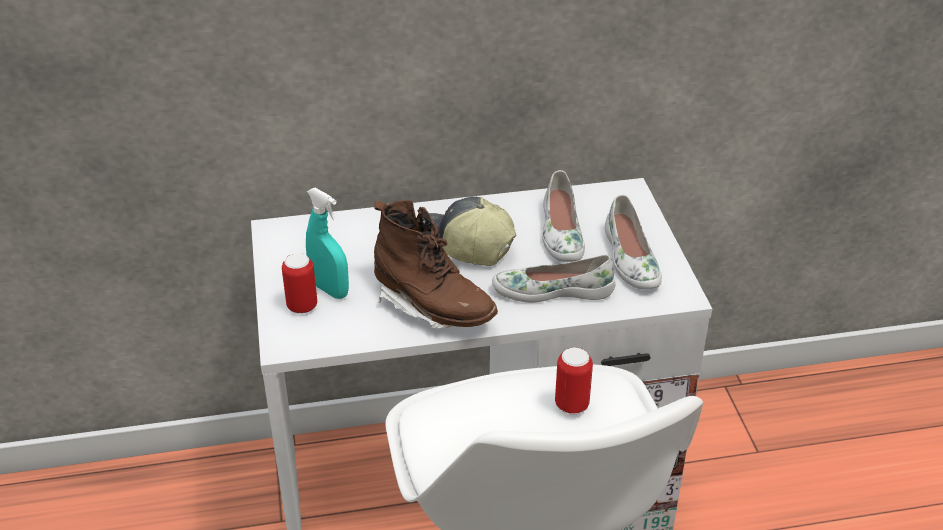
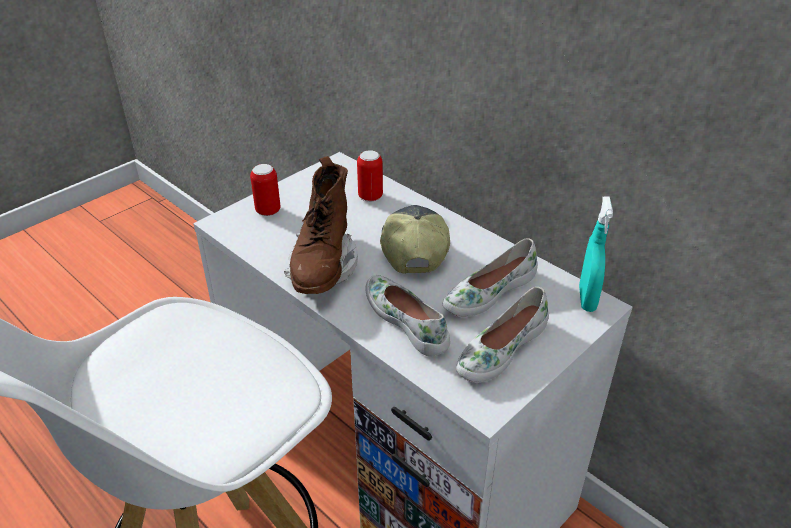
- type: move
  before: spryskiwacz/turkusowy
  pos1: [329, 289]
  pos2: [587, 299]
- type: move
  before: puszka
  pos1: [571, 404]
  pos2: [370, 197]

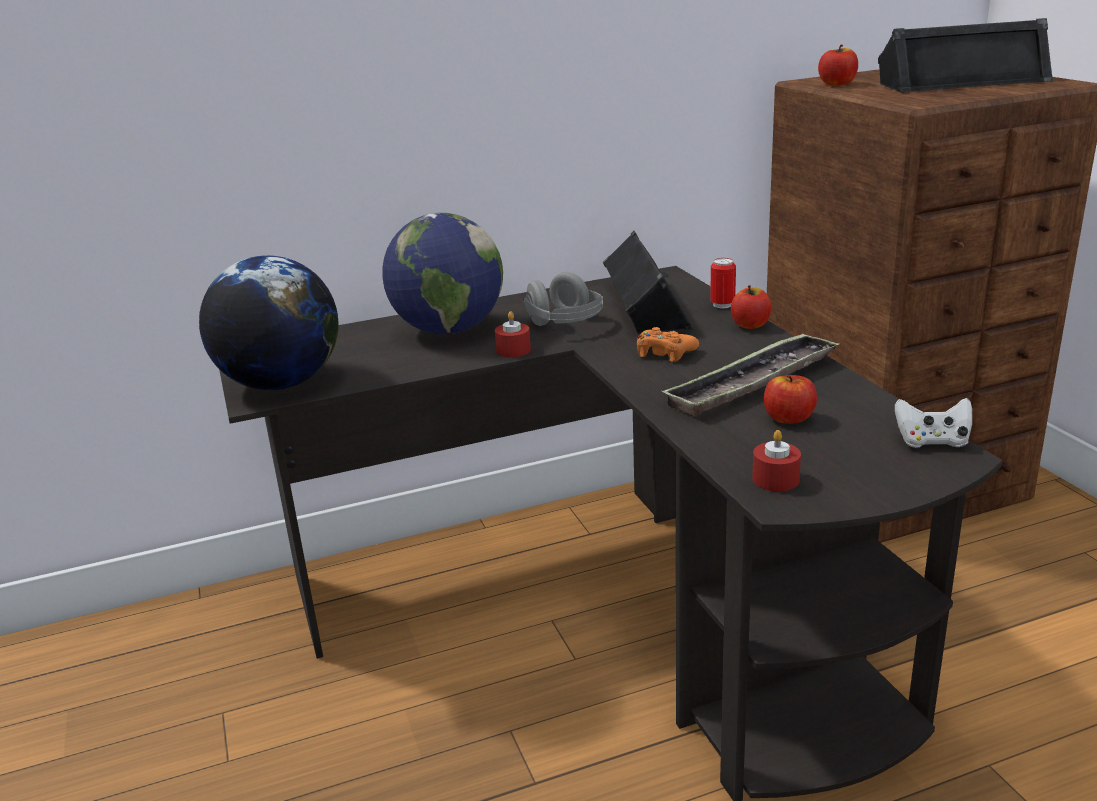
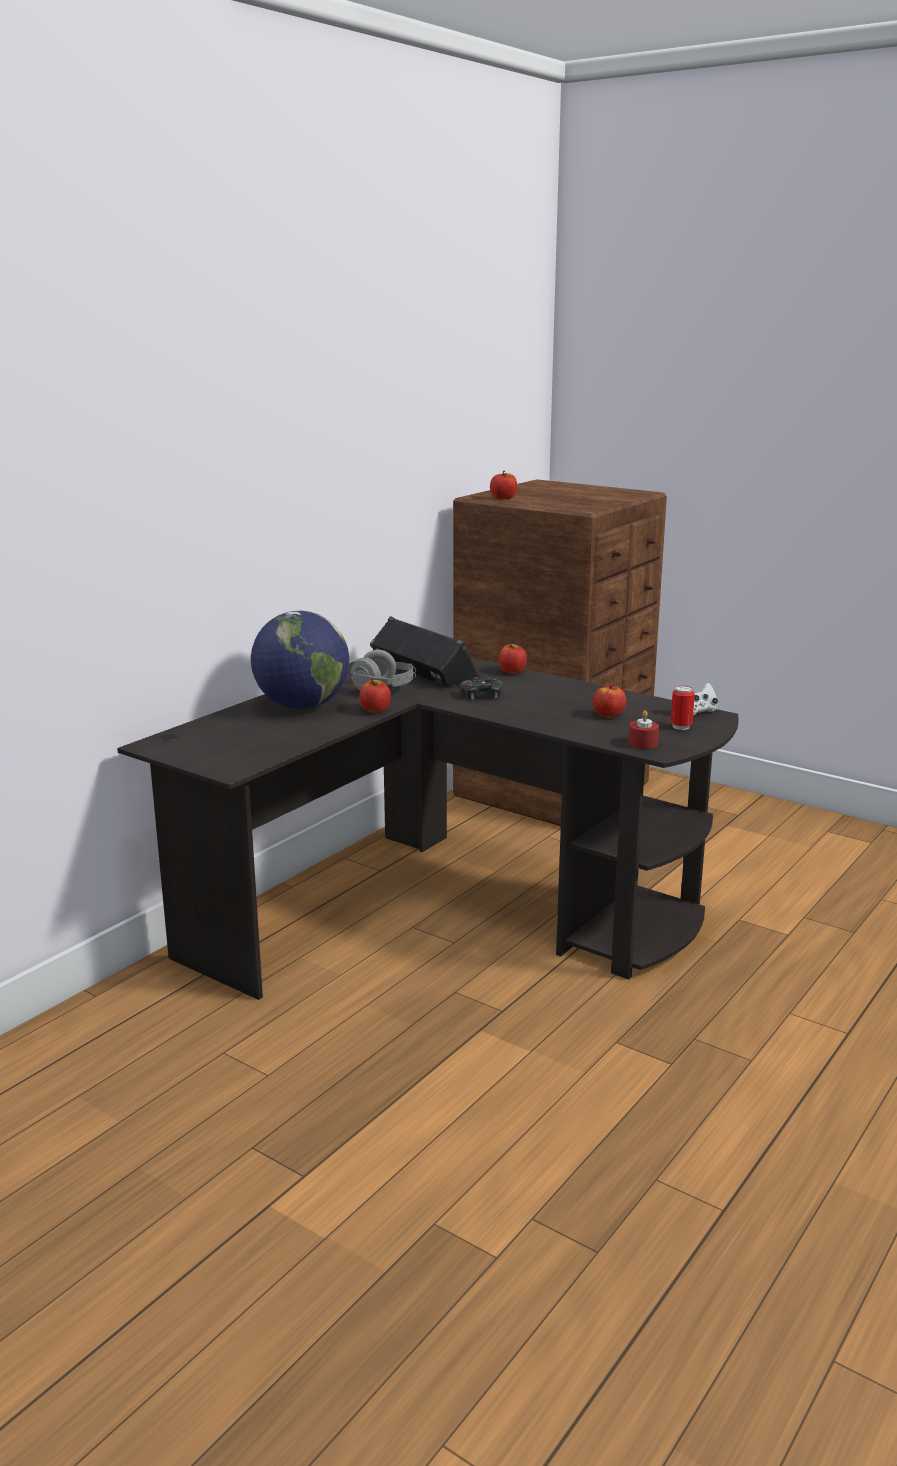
- type: delete
  before: globus
  pos1: [280, 384]
- type: replace
  before: świeca/czerwony
  after: jabłko
  pos1: [513, 350]
  pos2: [375, 710]
- type: recolor
  before: pad do gier/pomarańczowy
  after: pad do gier/czarny
  pos1: [664, 353]
  pos2: [482, 695]
- type: delete
  before: taca
  pos1: [752, 383]
- type: move
  before: puszka
  pos1: [722, 305]
  pos2: [681, 727]
- type: delete
  before: głośnik/czarny
  pos1: [961, 82]

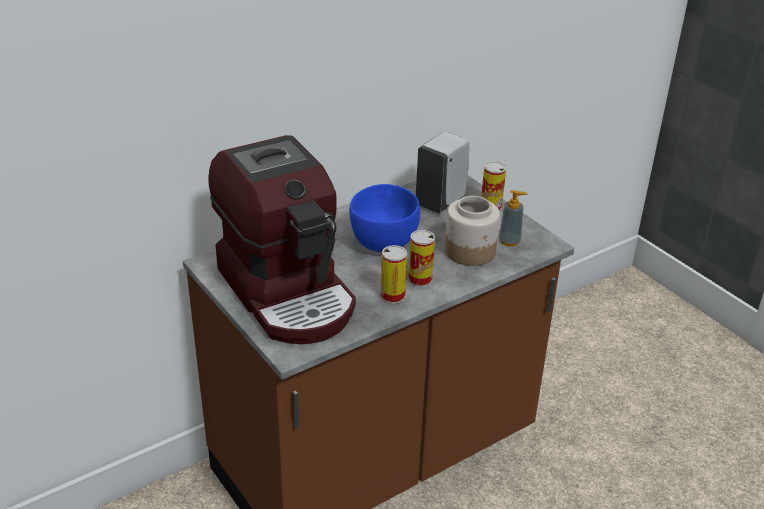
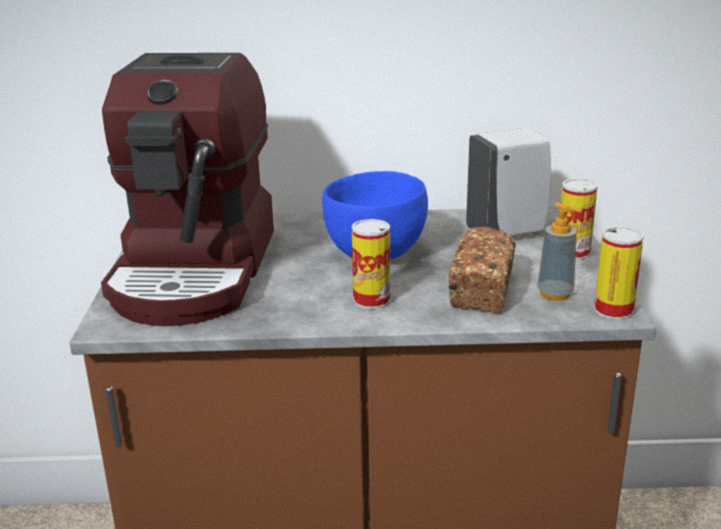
- type: move
  before: puszka
  pos1: [392, 296]
  pos2: [613, 310]
- type: replace
  before: słoik
  after: chleb
  pos1: [470, 251]
  pos2: [482, 290]

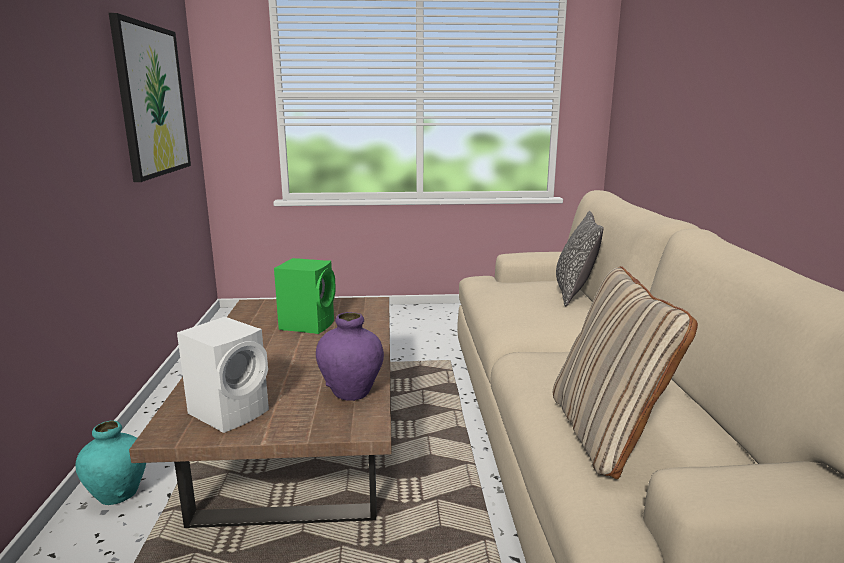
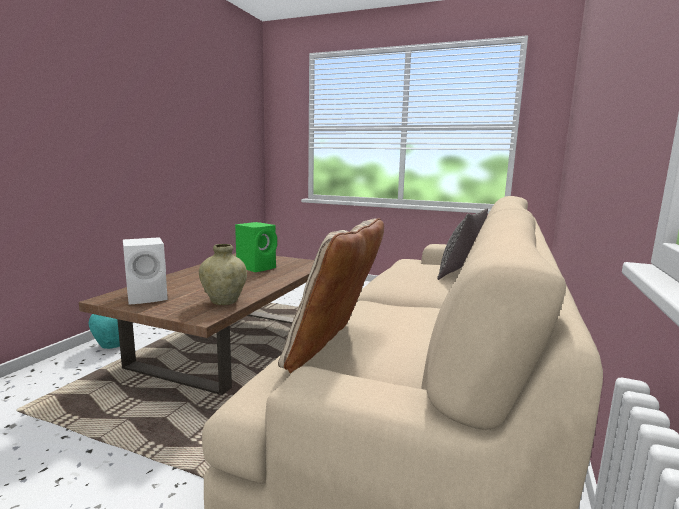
- type: delete
  before: obraz
  pos1: [152, 101]
- type: recolor
  before: wazon/fioletowy
  after: wazon/beżowy
  pos1: [351, 393]
  pos2: [224, 301]

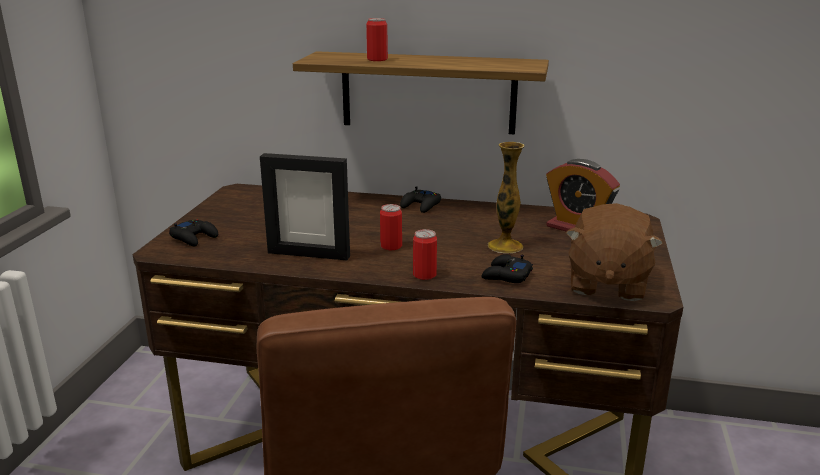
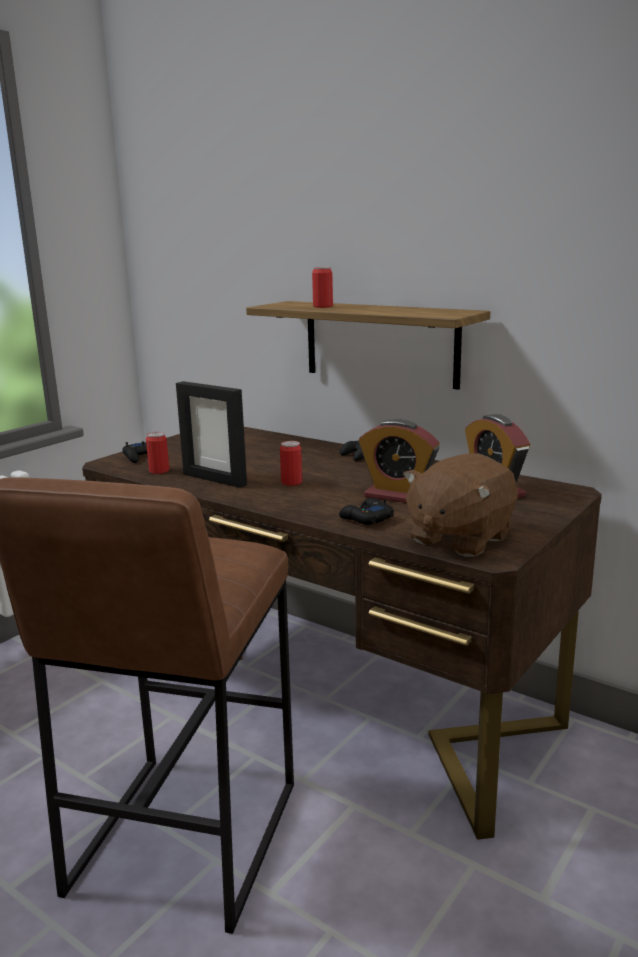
- type: move
  before: puszka
  pos1: [424, 275]
  pos2: [159, 471]
- type: replace
  before: wazon
  after: budzik
  pos1: [505, 246]
  pos2: [398, 496]

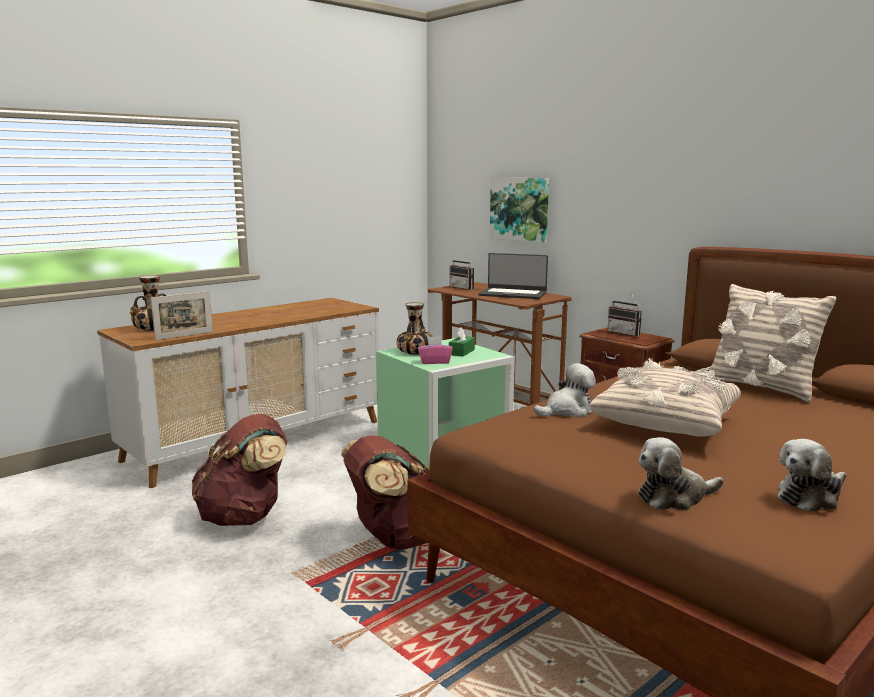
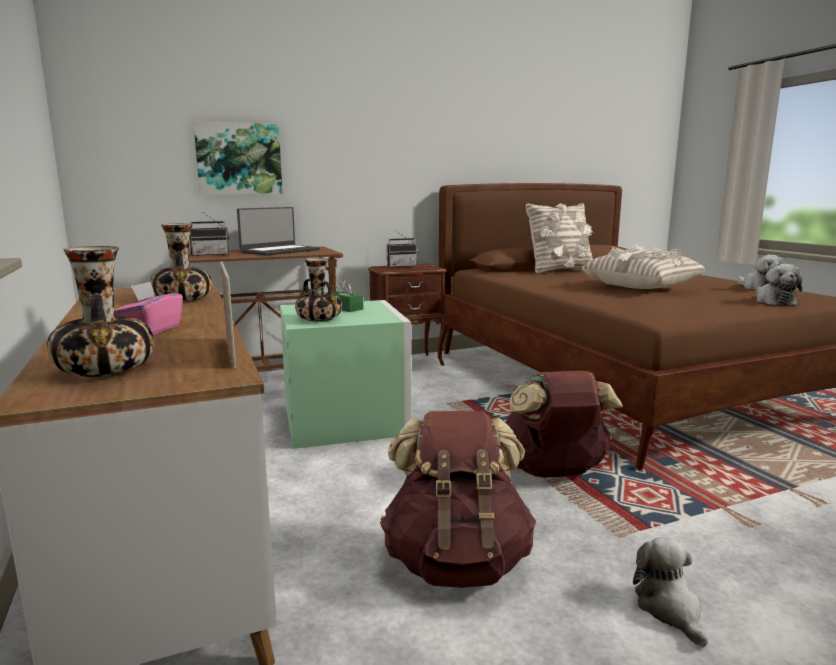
- type: move
  before: pudełko chusteczek/różowy
  pos1: [434, 362]
  pos2: [151, 330]
- type: move
  before: pluszak
  pos1: [567, 411]
  pos2: [670, 609]
- type: insert
  after: wazon
  pos2: [183, 299]

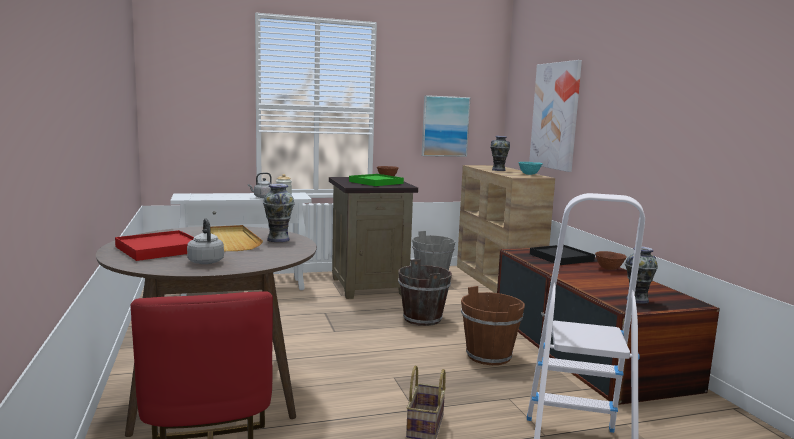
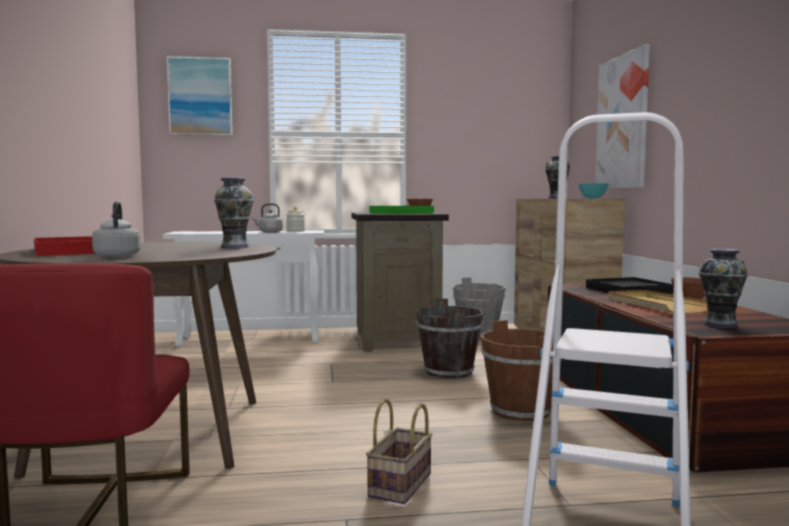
- type: move
  before: taca/beżowy
  pos1: [230, 241]
  pos2: [656, 305]
- type: move
  before: obraz
  pos1: [445, 126]
  pos2: [200, 97]

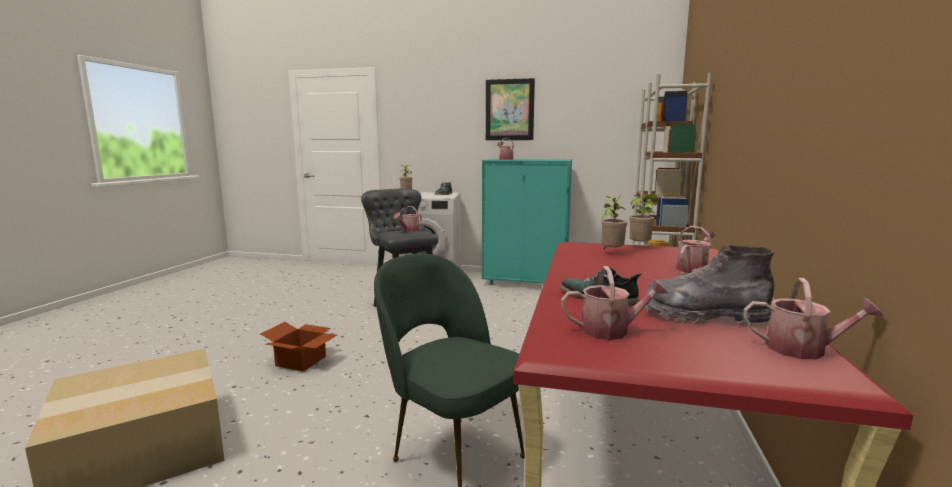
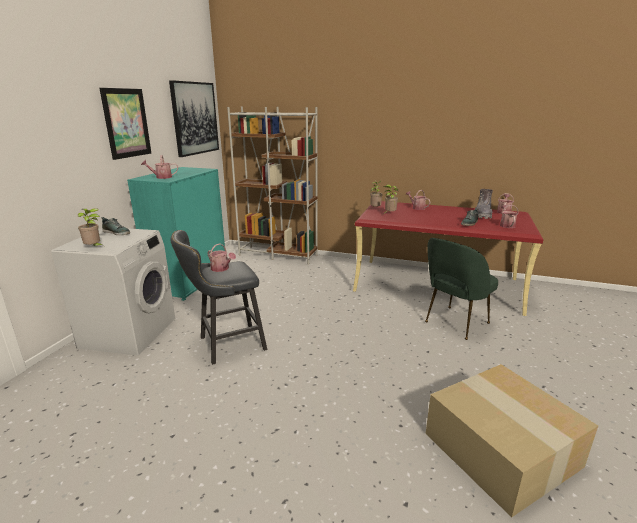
- type: delete
  before: karton
  pos1: [301, 362]
- type: insert
  after: obraz
  pos2: [195, 118]

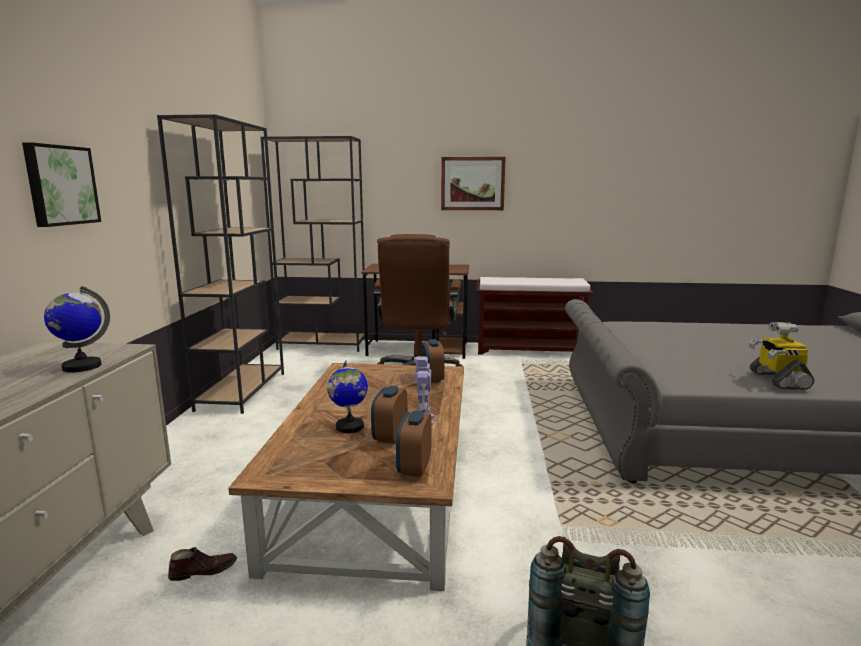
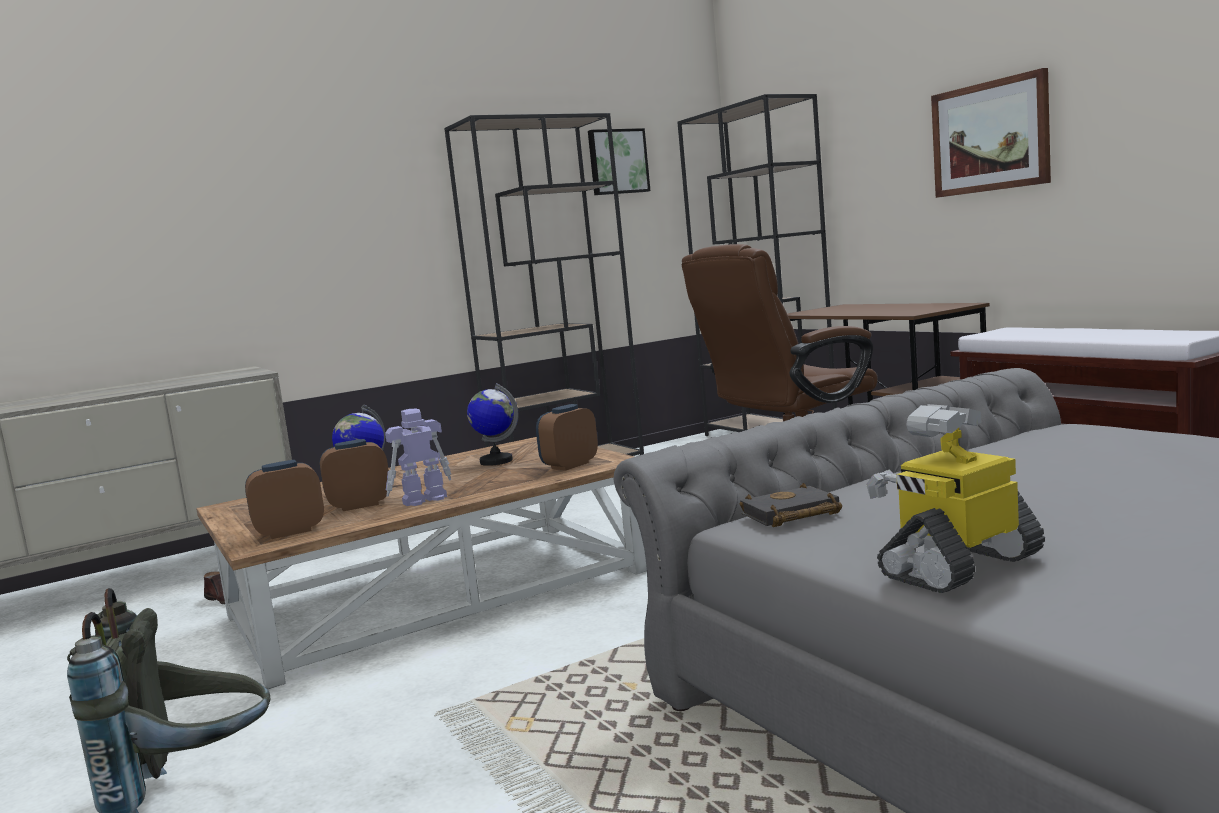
- type: move
  before: obraz
  pos1: [60, 185]
  pos2: [617, 162]
- type: move
  before: globus
  pos1: [81, 366]
  pos2: [496, 461]
- type: insert
  after: książka/czarny
  pos2: [790, 515]

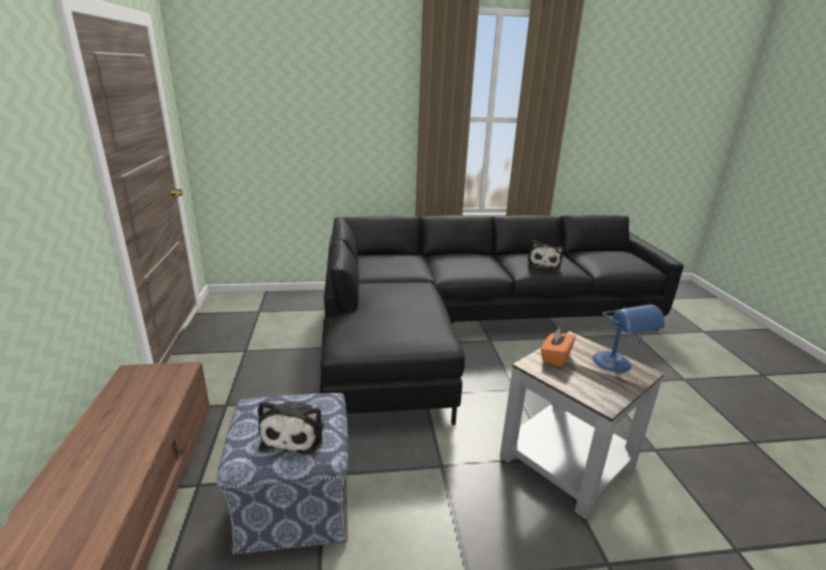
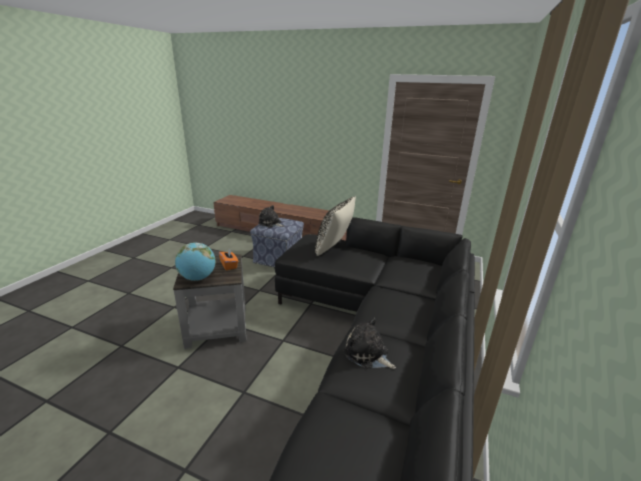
- type: replace
  before: lampa stołowa/niebieski
  after: globus
  pos1: [618, 366]
  pos2: [198, 278]
- type: insert
  after: poduszka/beżowy
  pos2: [334, 249]

